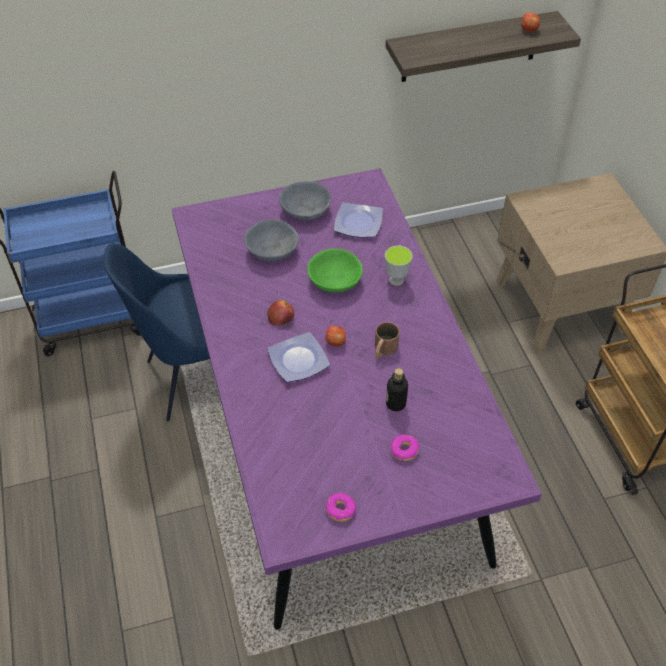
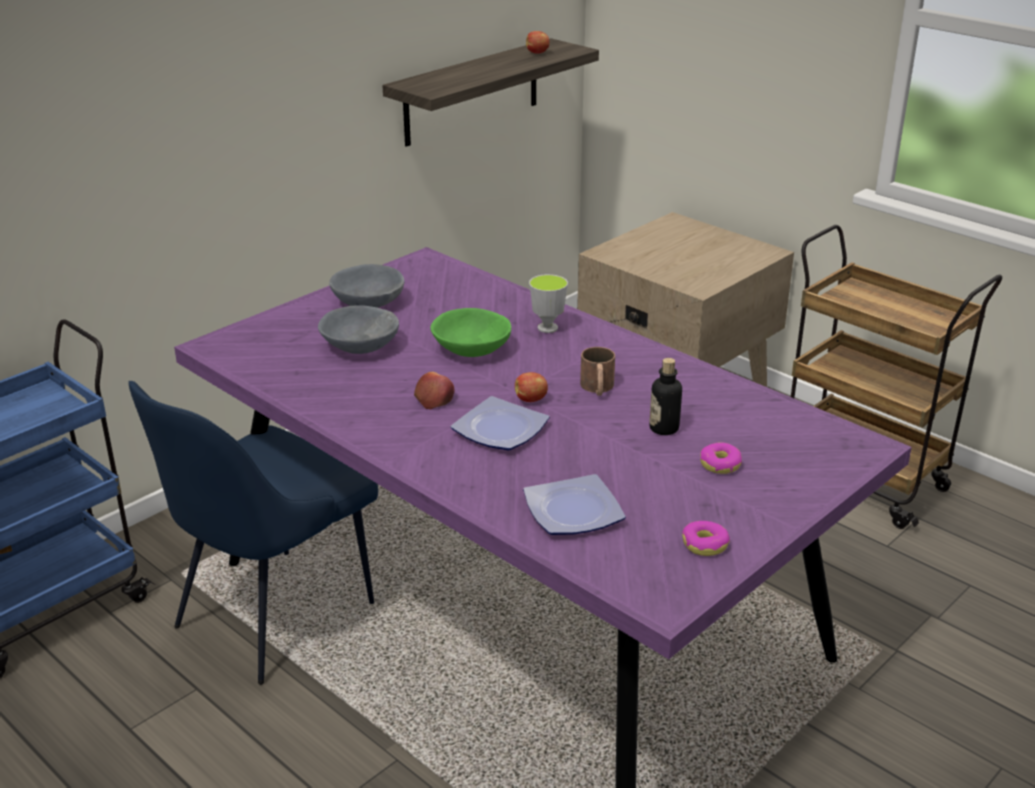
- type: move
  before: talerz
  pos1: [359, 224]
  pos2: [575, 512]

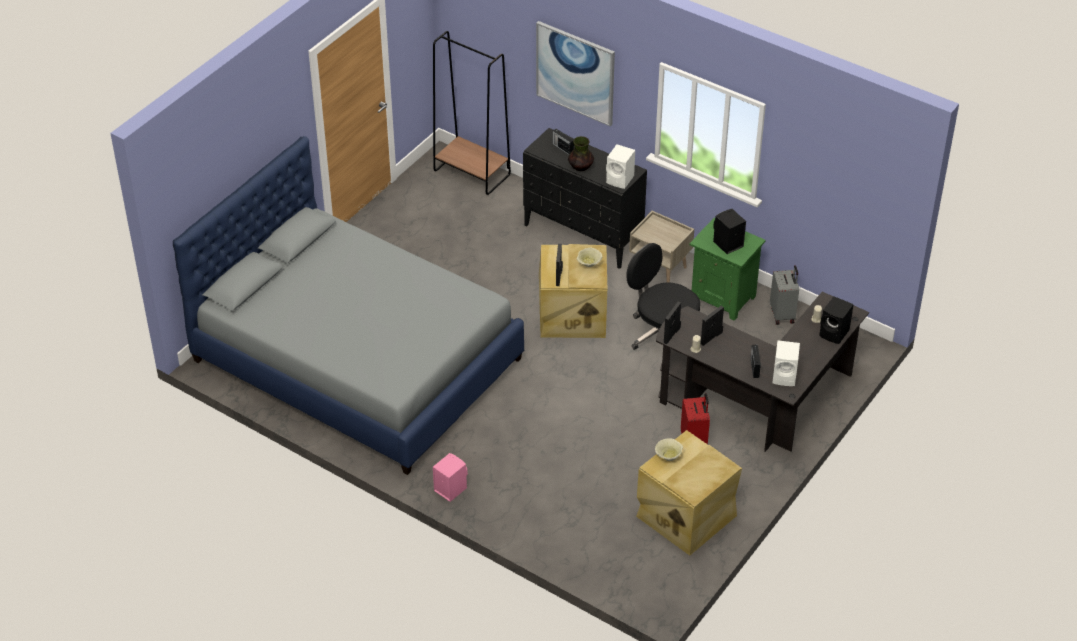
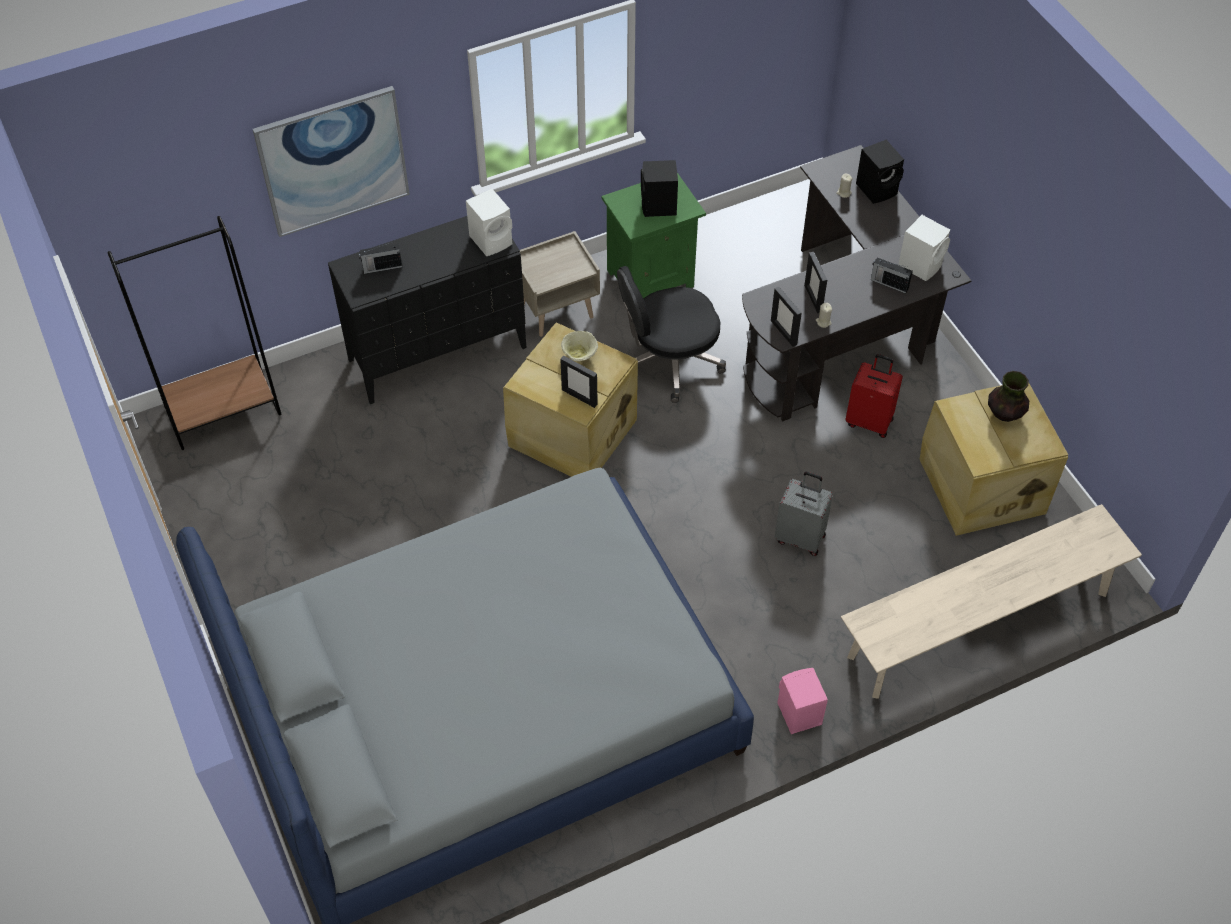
- type: move
  before: wazon
  pos1: [581, 167]
  pos2: [1005, 413]
- type: delete
  before: miska/beżowy
  pos1: [668, 455]
- type: move
  before: walizka/szary
  pos1: [783, 314]
  pos2: [800, 537]
- type: insert
  after: ławka/beżowy
  pos2: [978, 625]

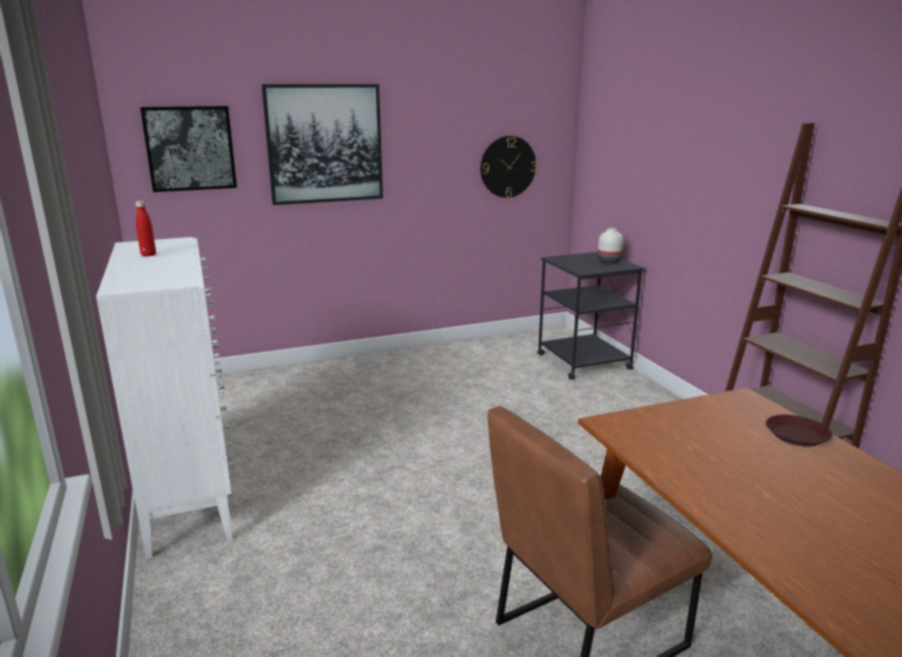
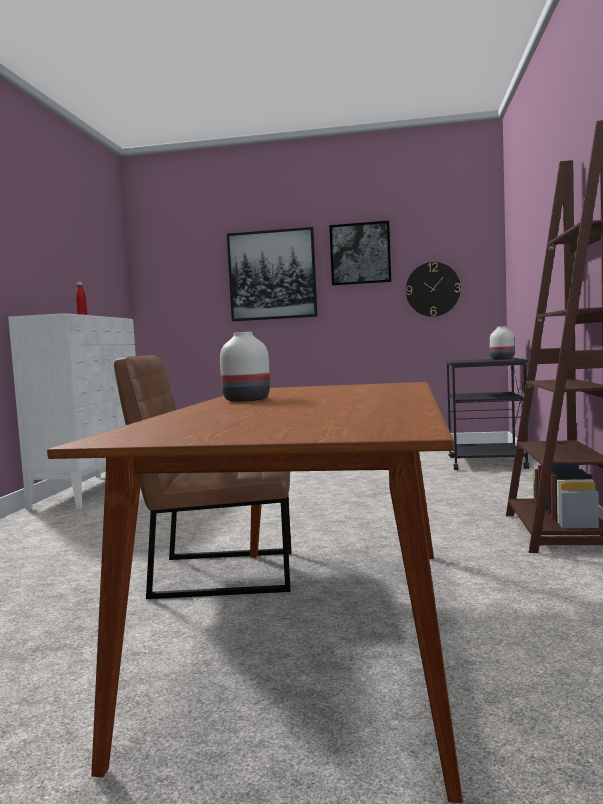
- type: move
  before: obraz
  pos1: [190, 148]
  pos2: [360, 253]
- type: delete
  before: talerz/brązowy
  pos1: [796, 435]
- type: insert
  after: wazon/biały
  pos2: [245, 400]

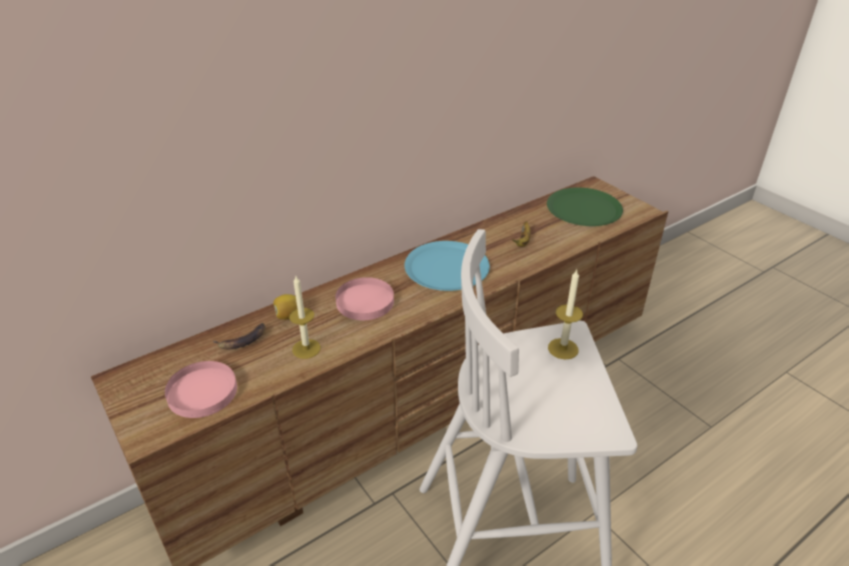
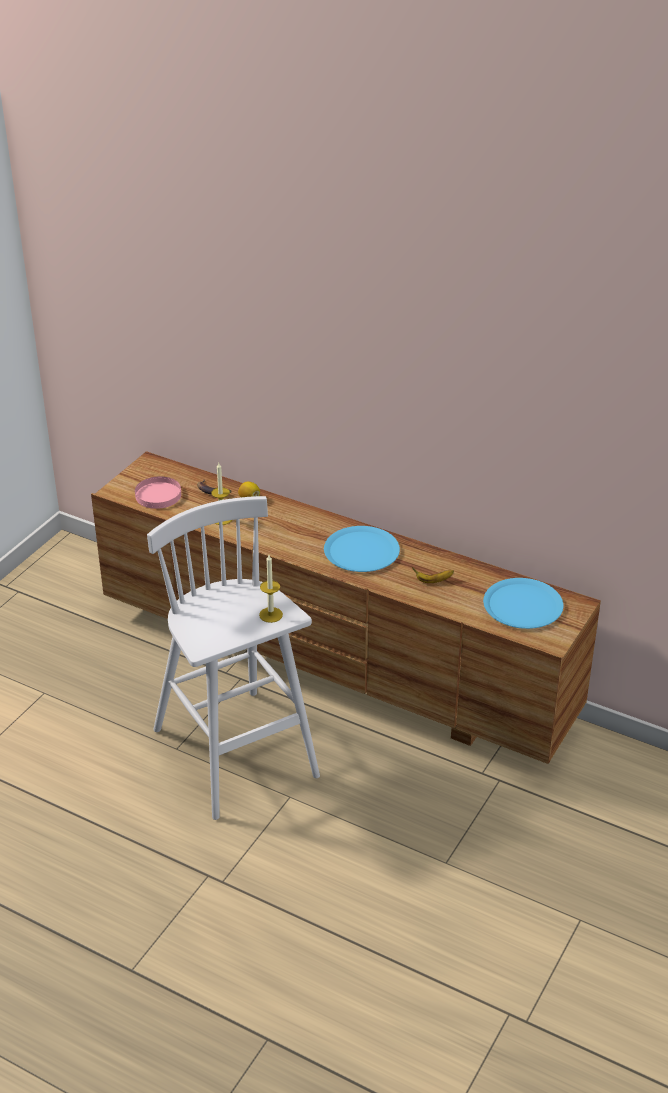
- type: delete
  before: talerz/różowy
  pos1: [364, 302]
- type: recolor
  before: talerz/zielony
  after: talerz/niebieski
  pos1: [584, 209]
  pos2: [522, 605]

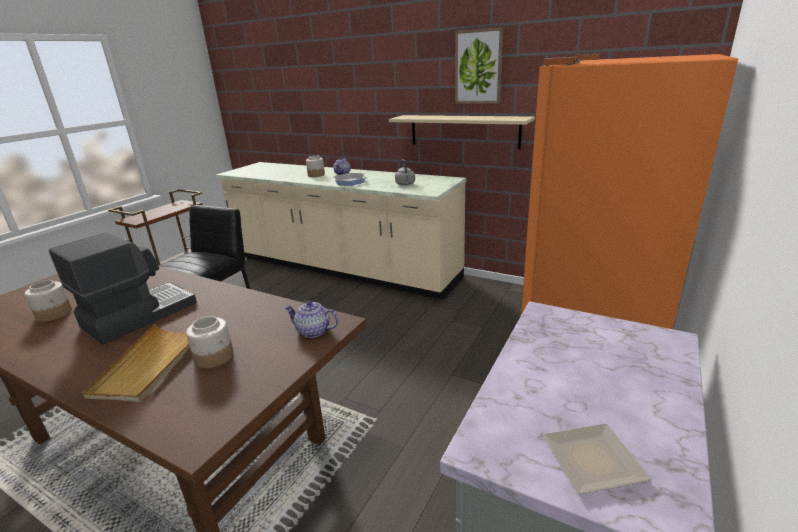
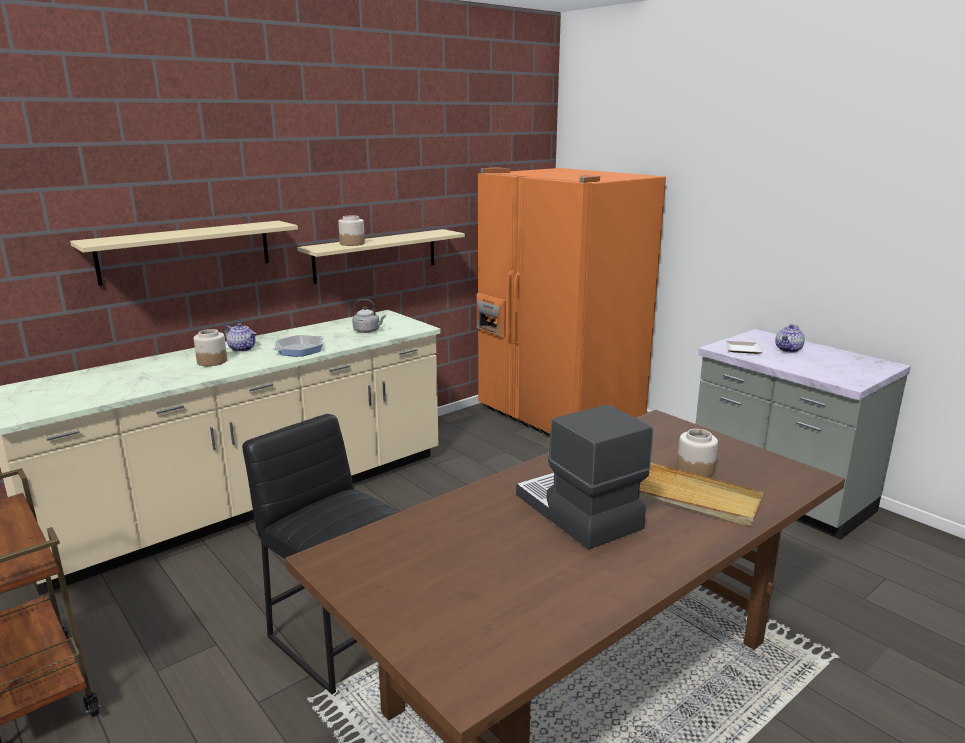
- type: move
  before: słoik
  pos1: [54, 313]
  pos2: [352, 243]
- type: move
  before: imbryk
  pos1: [313, 331]
  pos2: [788, 349]
- type: delete
  before: obraz
  pos1: [478, 67]
- type: move
  before: talerz
  pos1: [596, 462]
  pos2: [743, 349]
- type: insert
  after: półka/beżowy
  pos2: [186, 251]

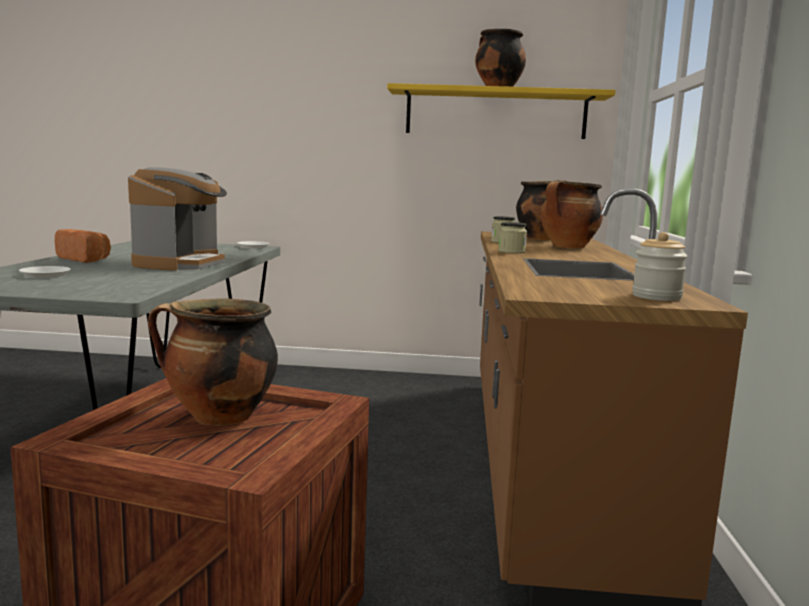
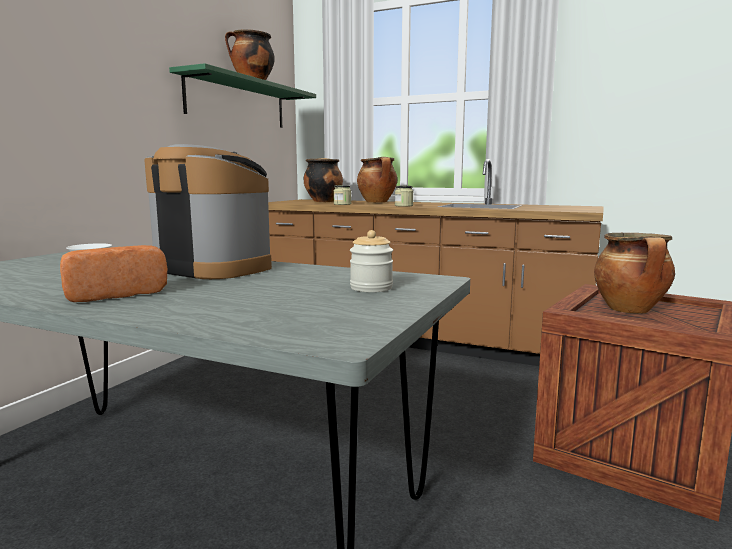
- type: delete
  before: talerz/biały
  pos1: [45, 275]
- type: recolor
  before: półka/żółty
  after: półka/zielony
  pos1: [496, 114]
  pos2: [238, 102]
- type: move
  before: słoik
  pos1: [656, 297]
  pos2: [371, 288]

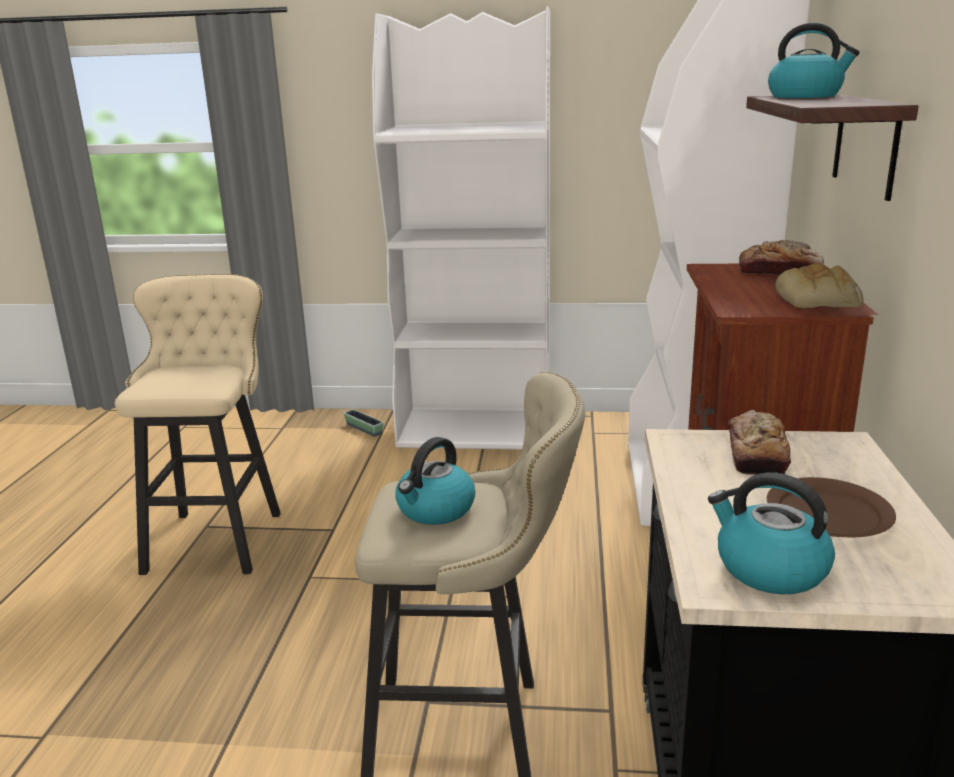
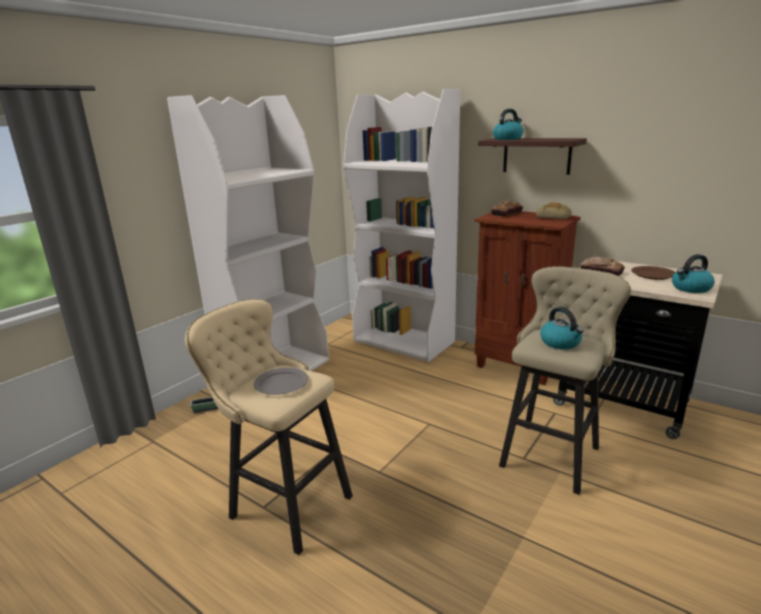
- type: insert
  after: talerz/szary
  pos2: [281, 384]

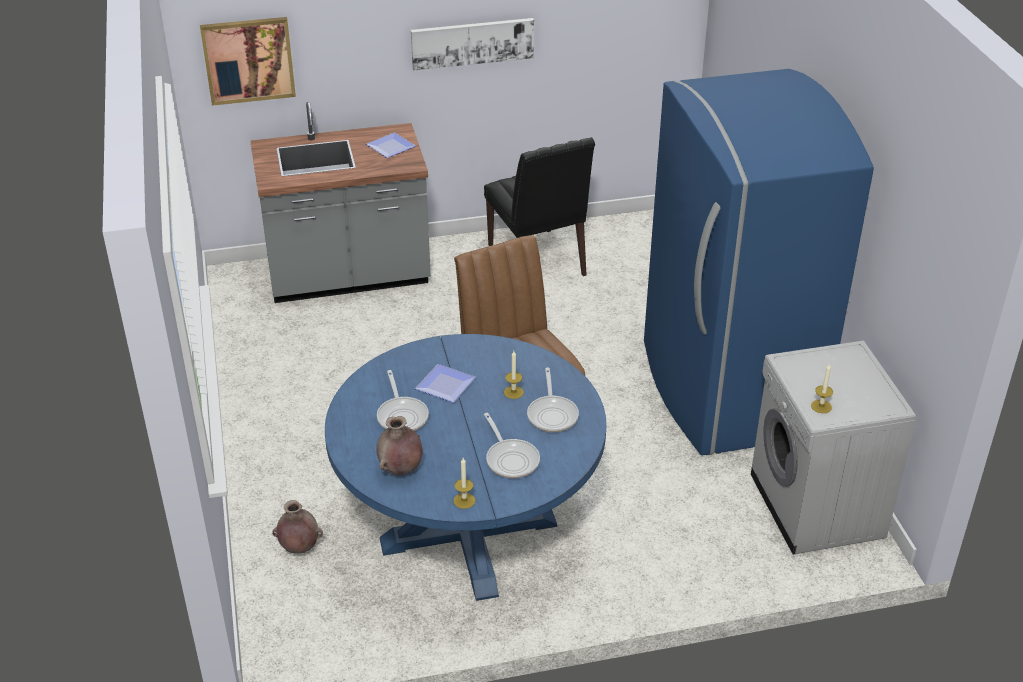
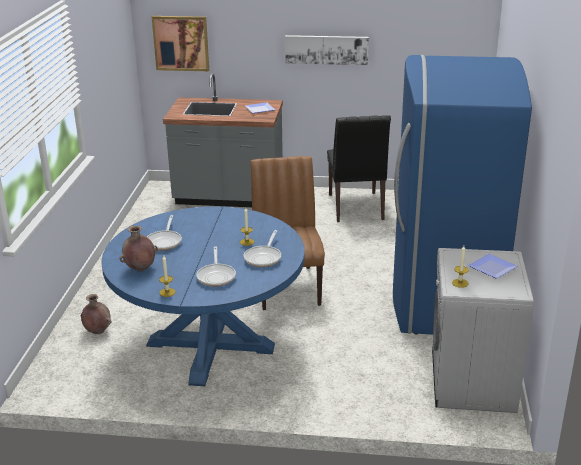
- type: move
  before: talerz
  pos1: [446, 387]
  pos2: [492, 269]

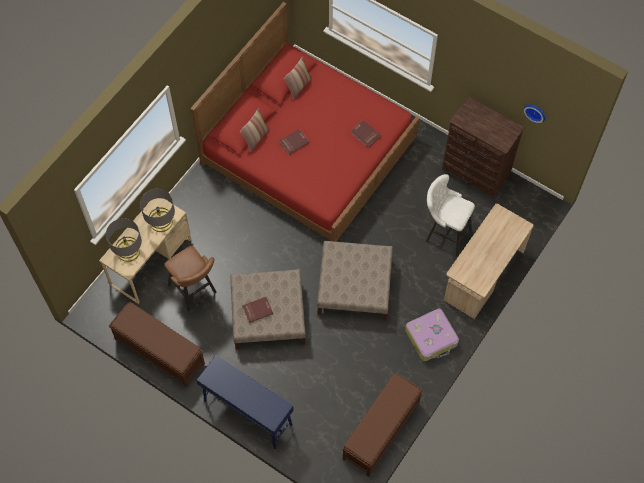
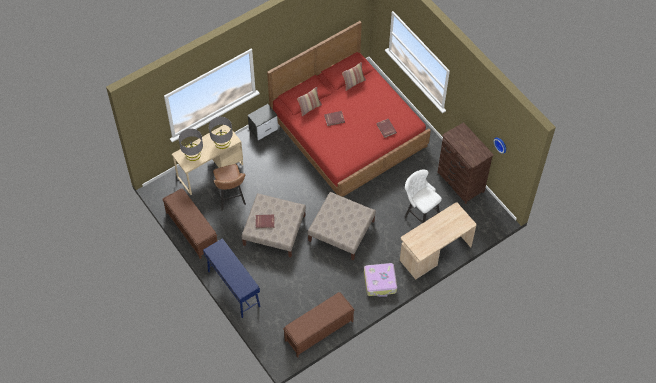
- type: insert
  after: szafka nocna
  pos2: [263, 129]

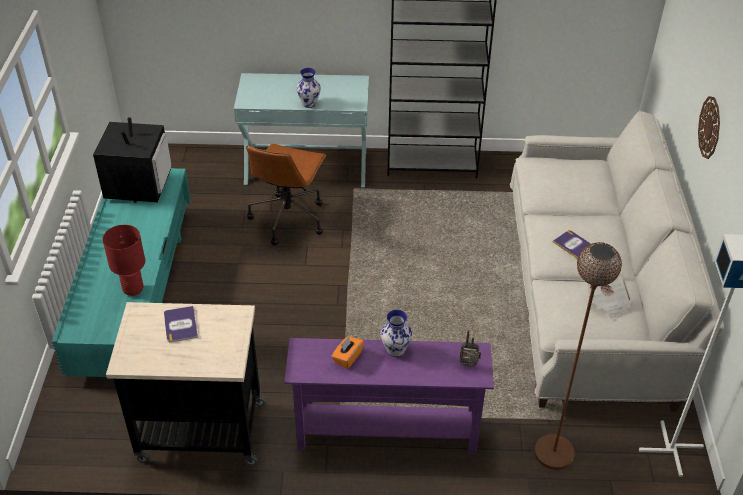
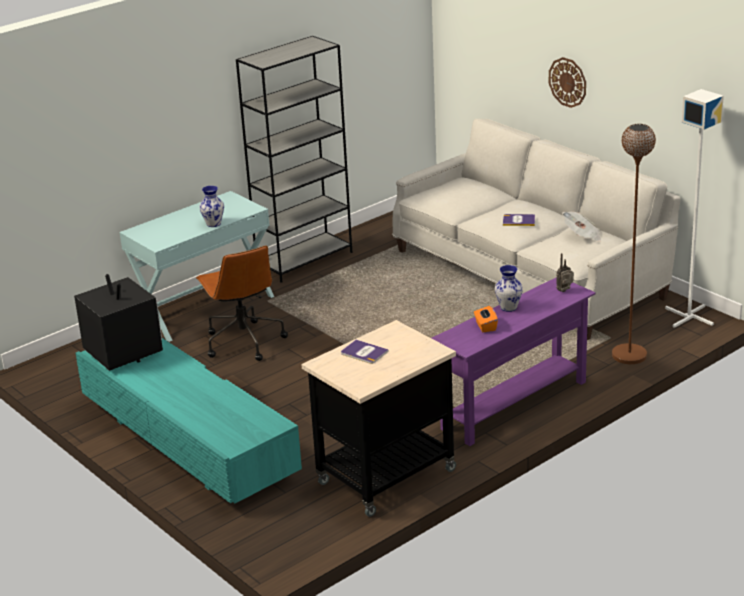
- type: delete
  before: lampa stołowa/czerwony
  pos1: [133, 290]

